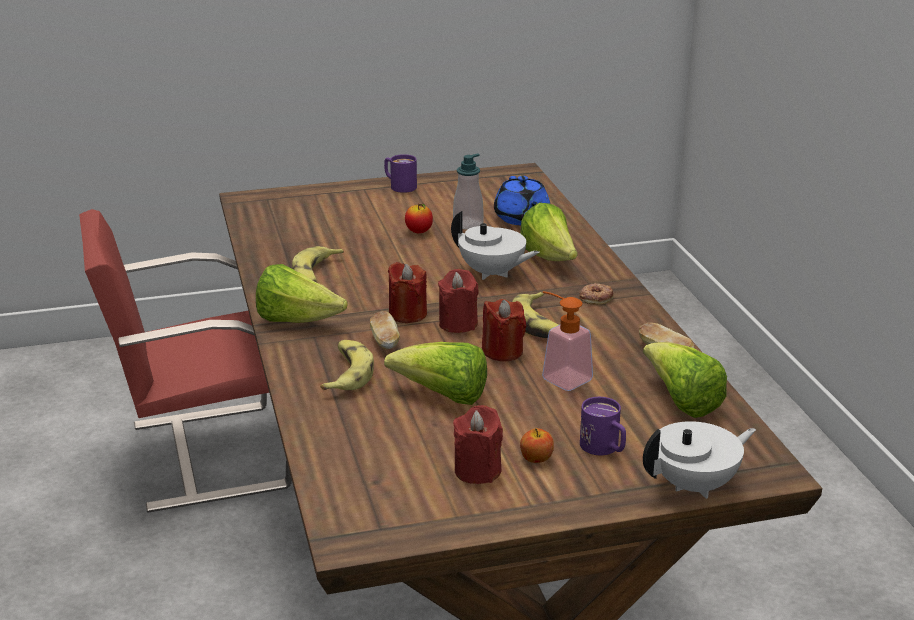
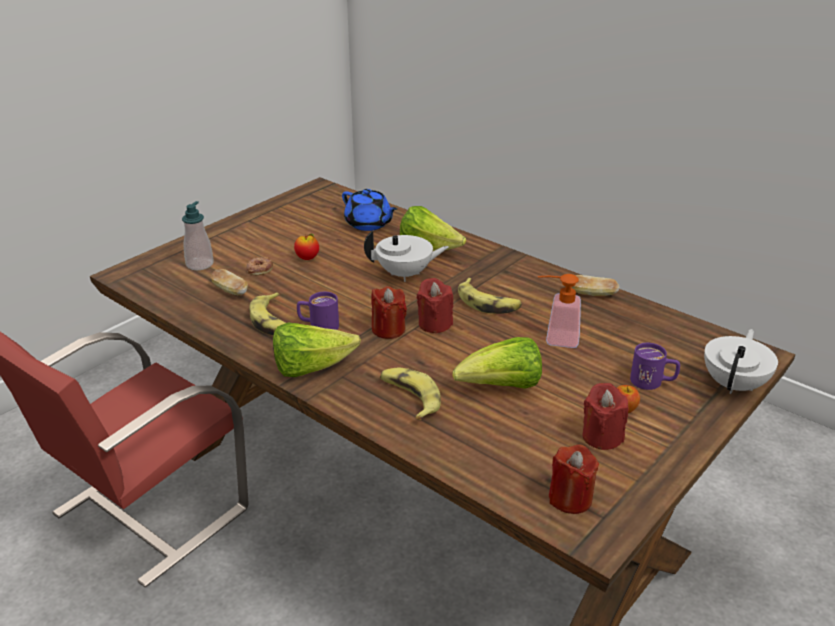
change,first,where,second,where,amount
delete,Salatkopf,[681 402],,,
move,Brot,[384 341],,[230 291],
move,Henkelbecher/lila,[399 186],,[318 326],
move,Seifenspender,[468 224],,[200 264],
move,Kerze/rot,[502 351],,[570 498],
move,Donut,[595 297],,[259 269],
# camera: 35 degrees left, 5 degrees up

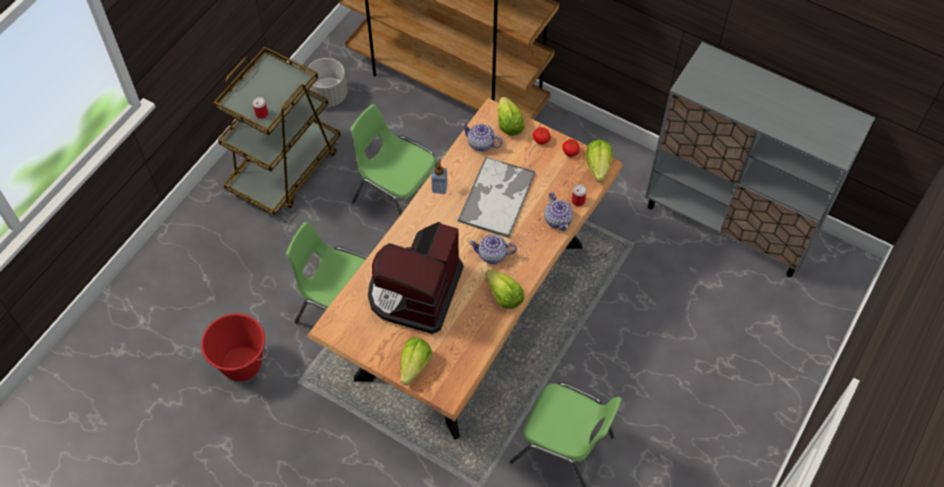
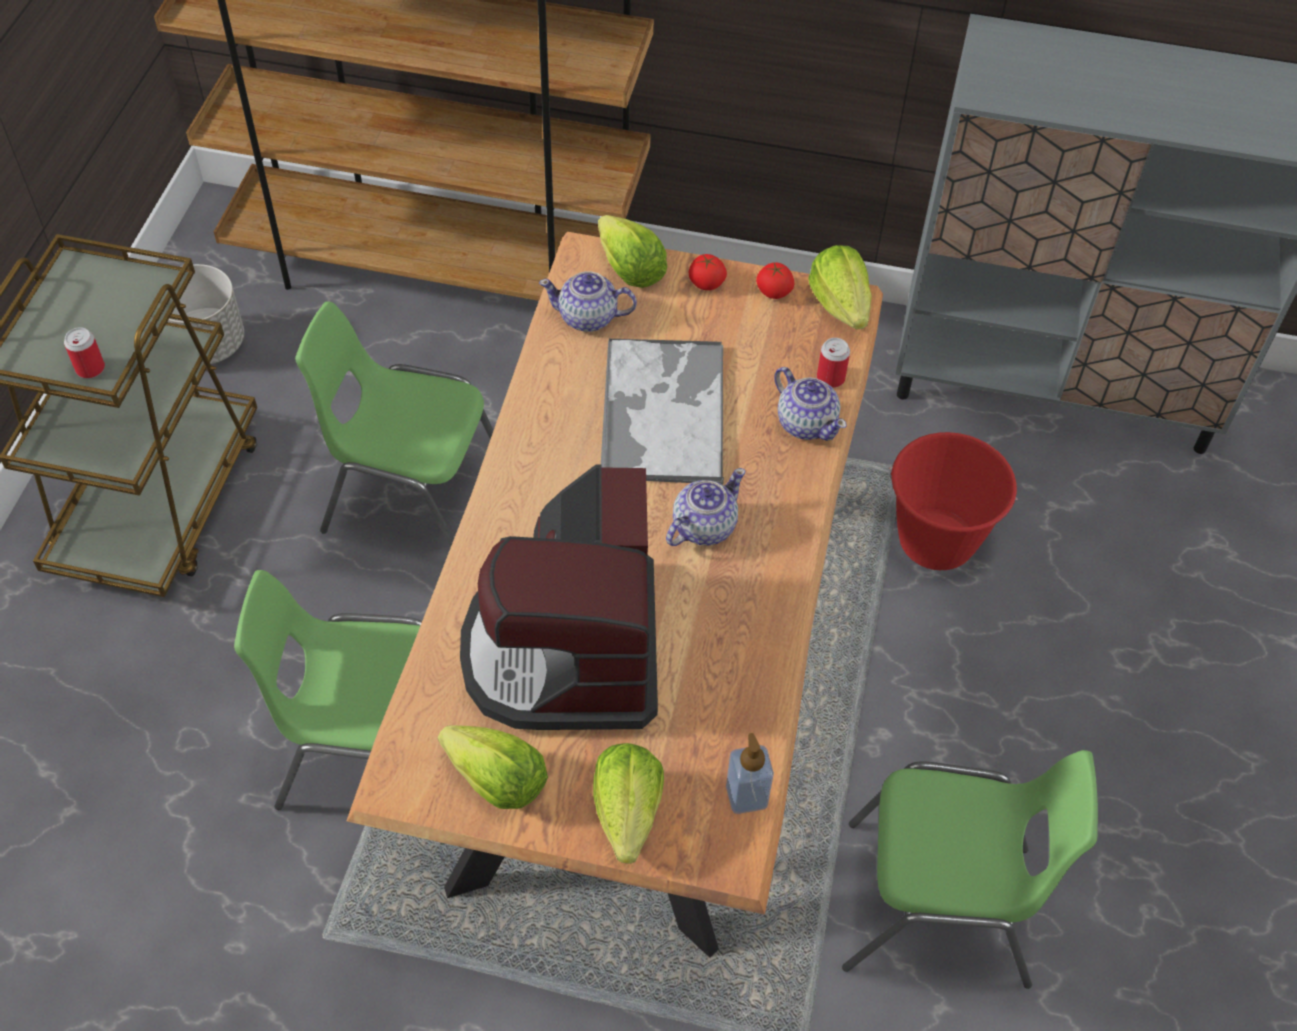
change,first,where,second,where,amount
move,Eimer/rot,[241 364],,[936 541],
move,Seifenspender,[439 188],,[746 796],
move,Salatkopf,[504 296],,[496 781],
rotate,Teekanne,[492 255],,[703 527],150 degrees clockwise
# camera: 20 degrees left, 5 degrees down

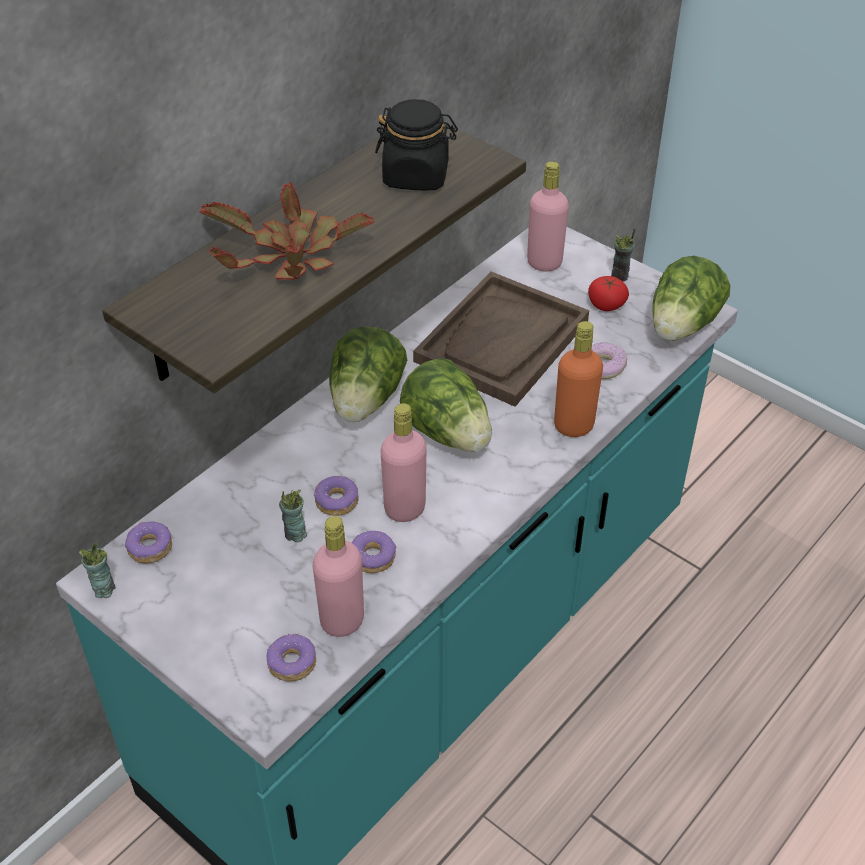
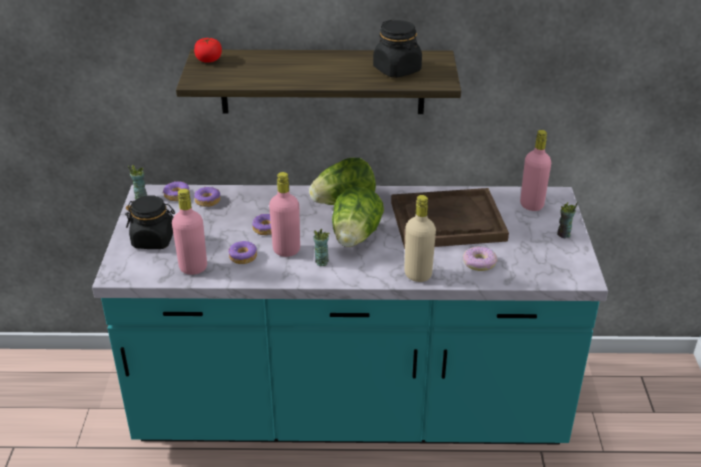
change,first,where,second,where,amount
delete,Topfpflanze,[290 257],,,
delete,Salatkopf,[682 326],,,
insert,,,Vorratsglas/schwarz,[153 240],
move,Donut,[291 663],,[207 201],
move,Tasse,[295 534],,[321 262],
move,Tomate,[606 304],,[209 60],
recolor,Flasche/orange,[573 426],Flasche/beige,[418 275],
# camera: 50 degrees right, 10 degrees down

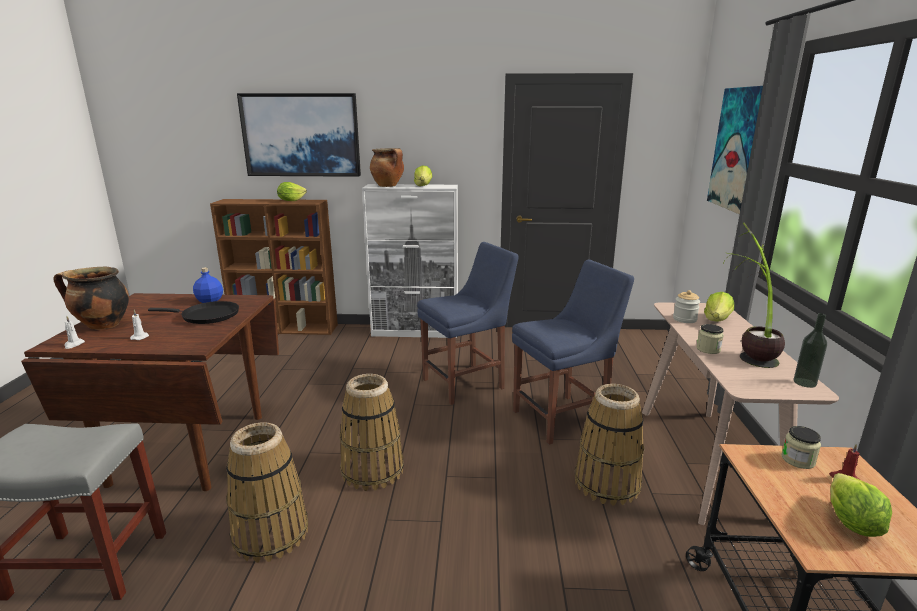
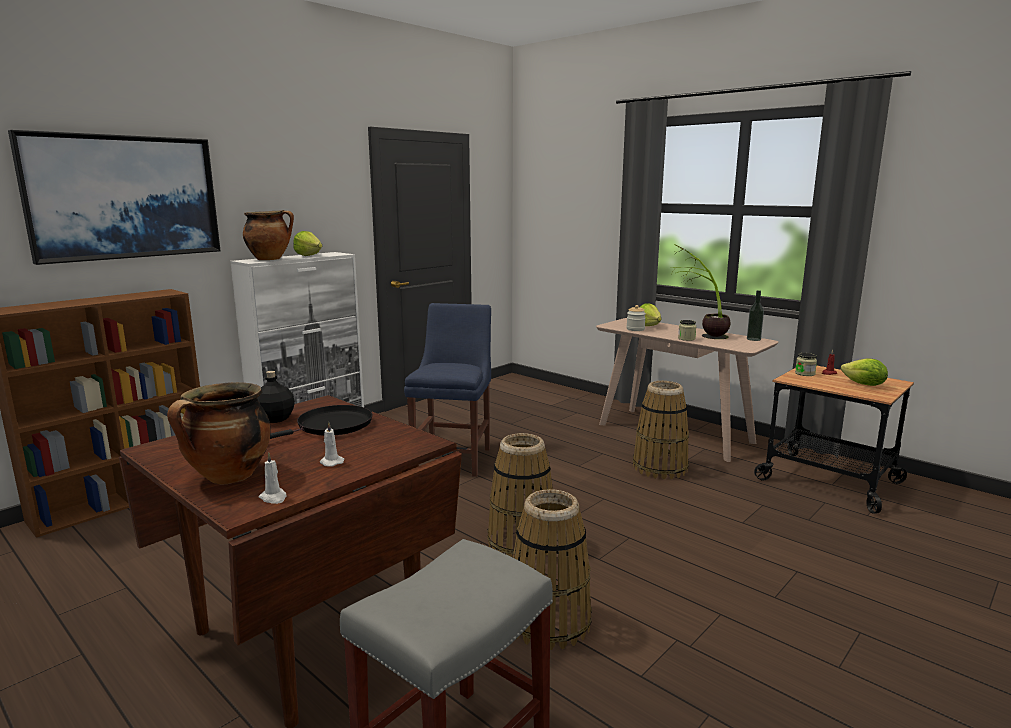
change,first,where,second,where,amount
delete,Salatkopf,[291 200],,,
delete,Stuhl/blau,[563 418],,,
delete,Bild,[739 149],,,
recolor,Flasche/blau,[209 300],Flasche/schwarz,[274 419],
# camera: 50 degrees left, 5 degrees down

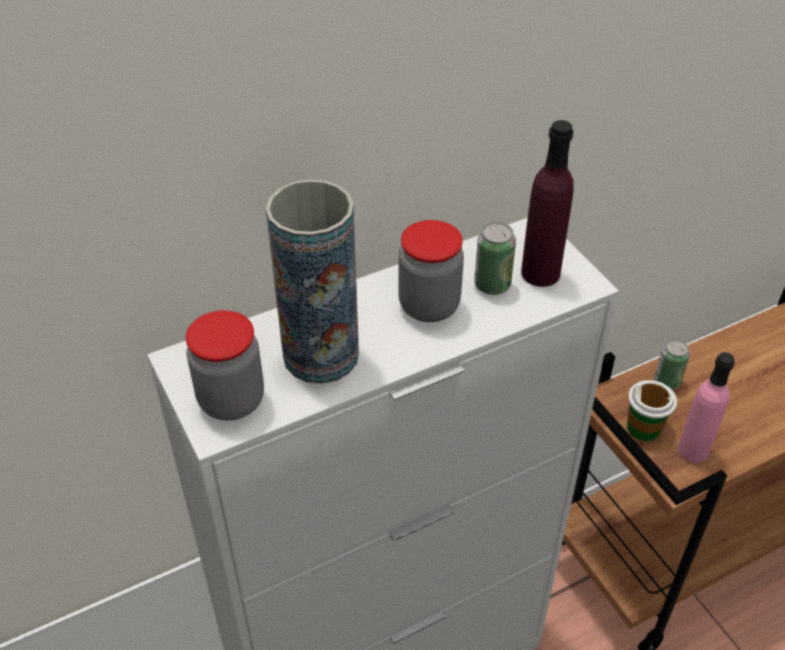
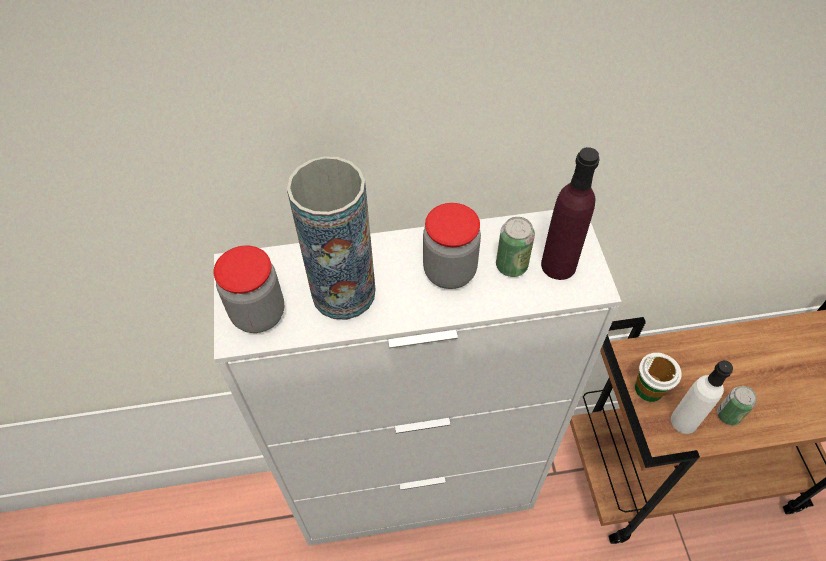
change,first,where,second,where,amount
move,Dose,[667 382],,[728 415],
recolor,Flasche/rosa,[693 450],Flasche/weiß,[684 421],
# camera: 20 degrees right, 10 degrees up

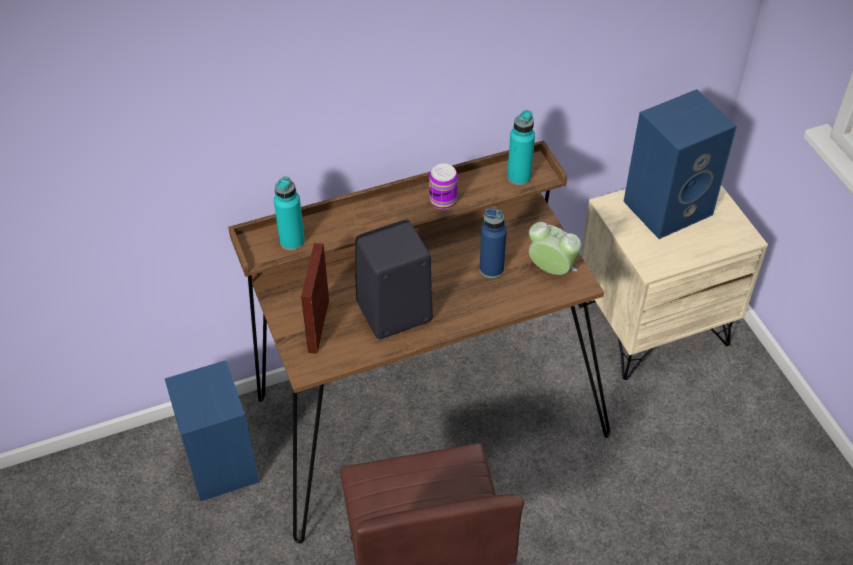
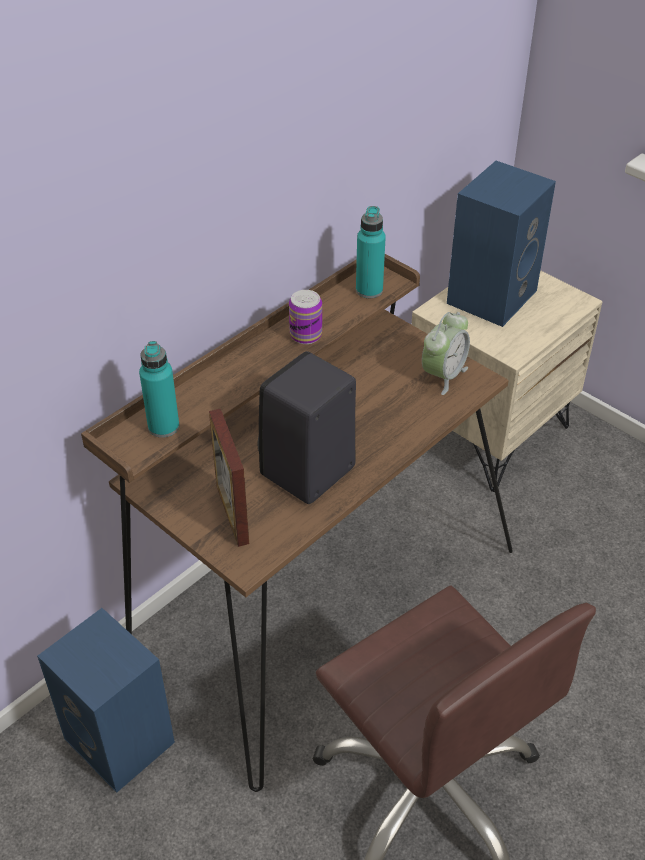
change,first,where,second,where,amount
delete,Flasche/blau,[491 269],,,
rotate,Wecker,[551 269],,[443 375],120 degrees clockwise
# camera: 25 degrees left, 5 degrees down

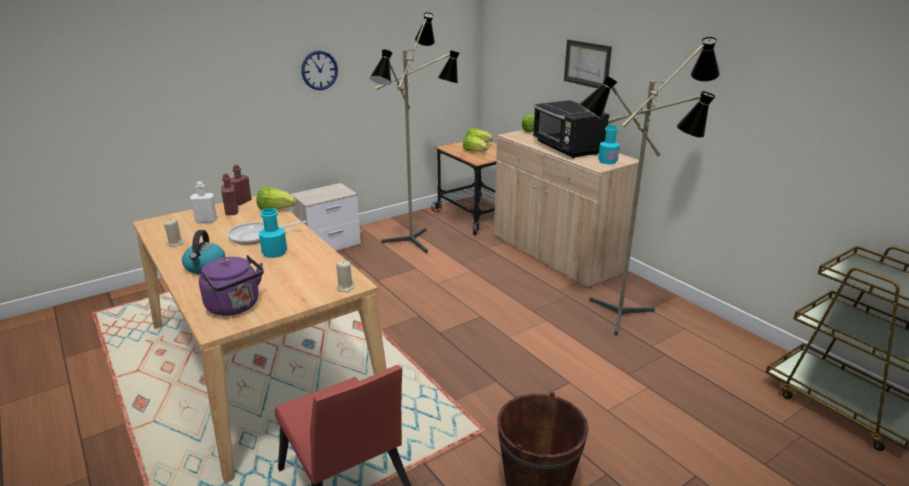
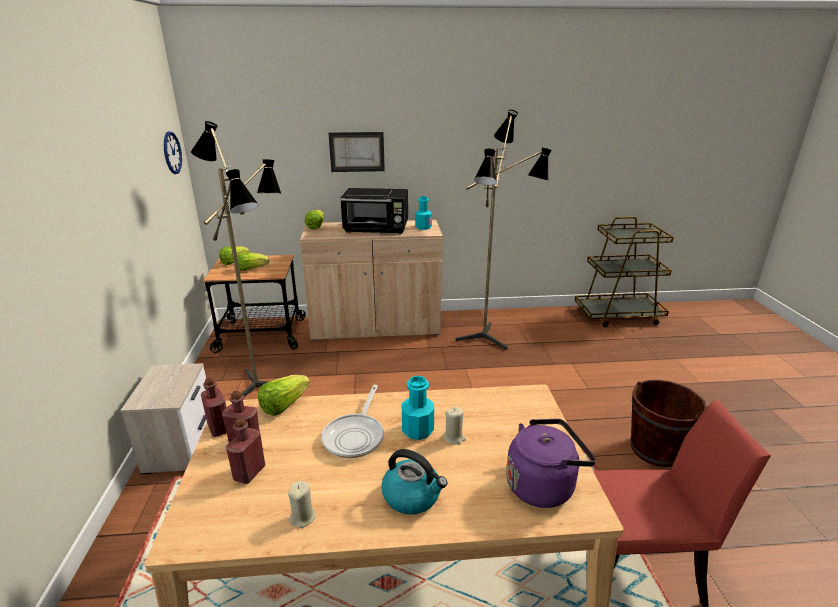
change,first,where,second,where,amount
move,Wanduhr,[319 70],,[172 152],
move,Kerze/beige,[345 288],,[454 438],
recolor,Flasche/weiß,[206 221],Flasche/rot,[249 473],
# camera: 60 degrees left, 0 degrees up

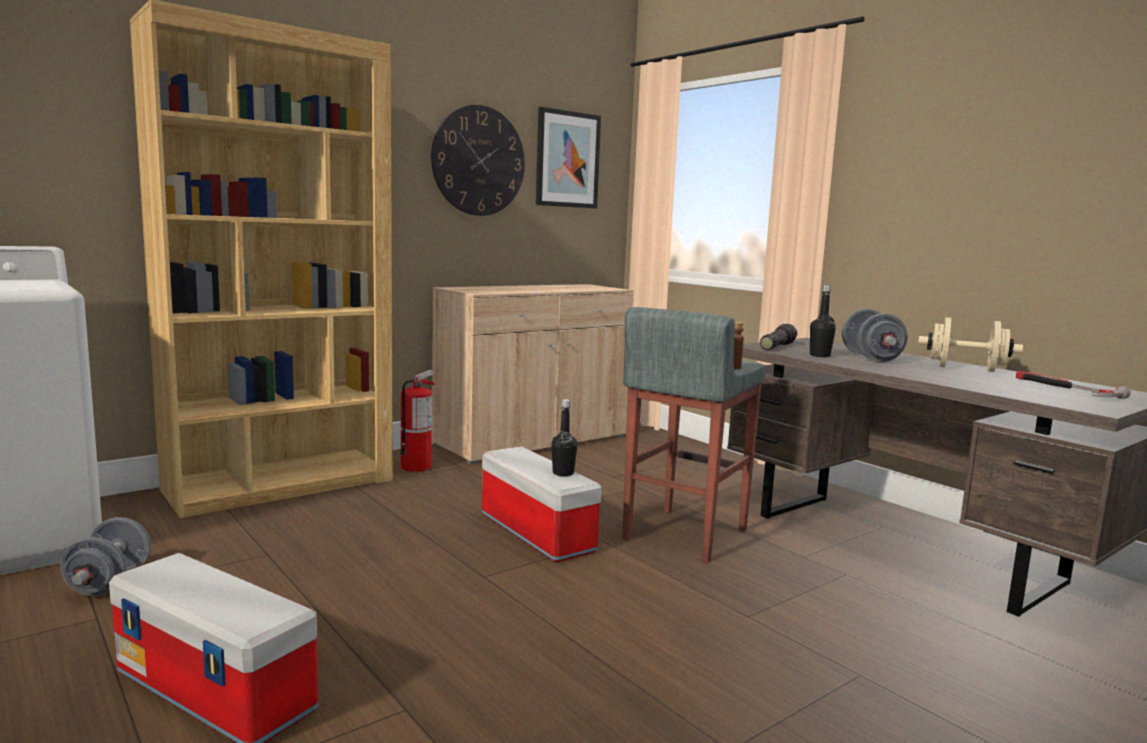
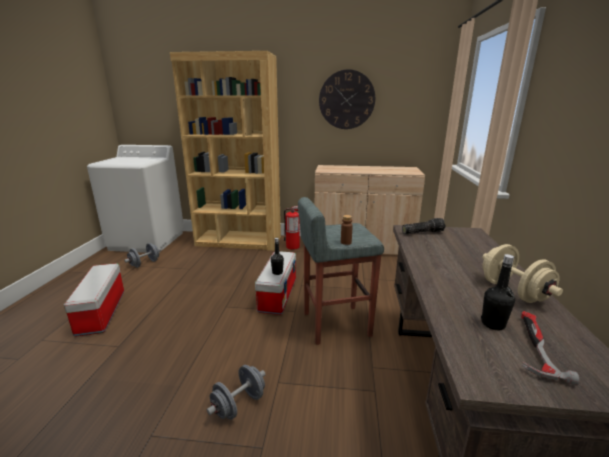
change,first,where,second,where,amount
delete,Bild,[567 159],,,
move,Flasche/schwarz,[820 355],,[493 324],
move,Hantel/grau,[871 358],,[239 404],
# camera: 45 degrees right, 10 degrees up

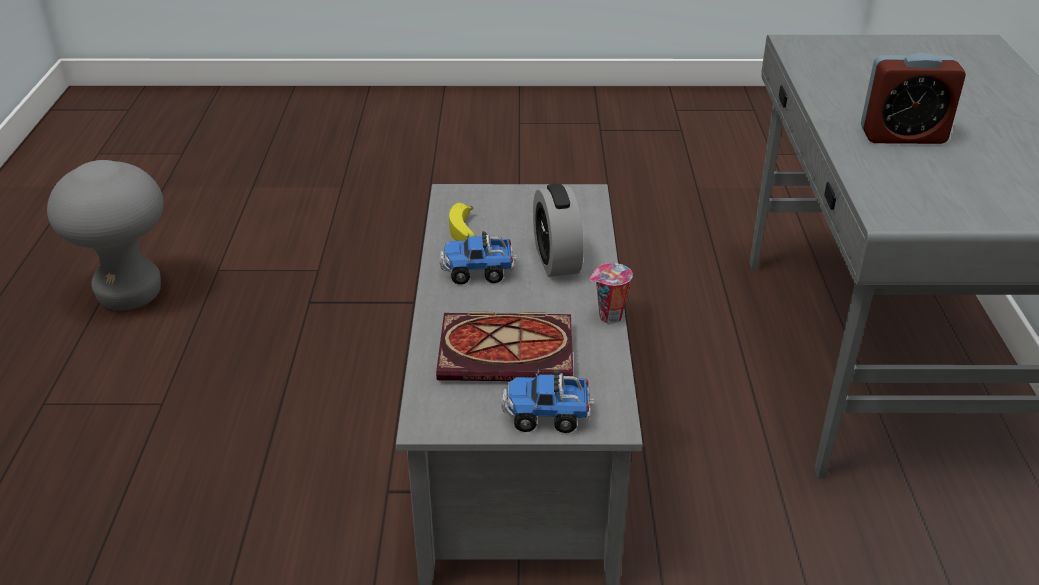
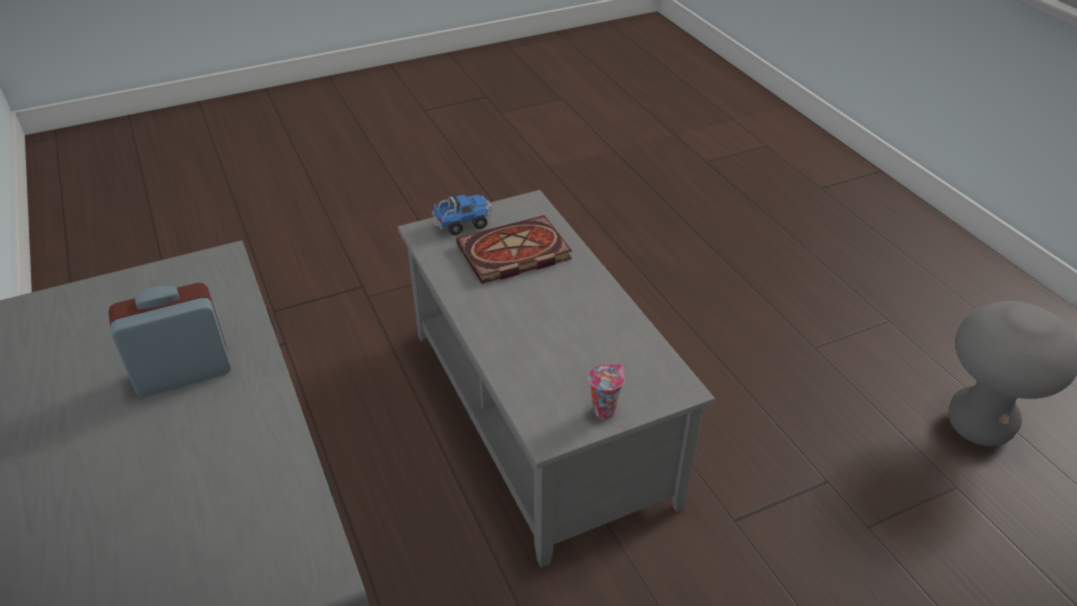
change,first,where,second,where,amount
delete,Spielzeuglaster,[478 272],,,
delete,Banane,[465 231],,,
delete,Wecker,[556 260],,,
move,Tasse,[609 317],,[604 410],
# camera: 155 degrees right, 5 degrees up

